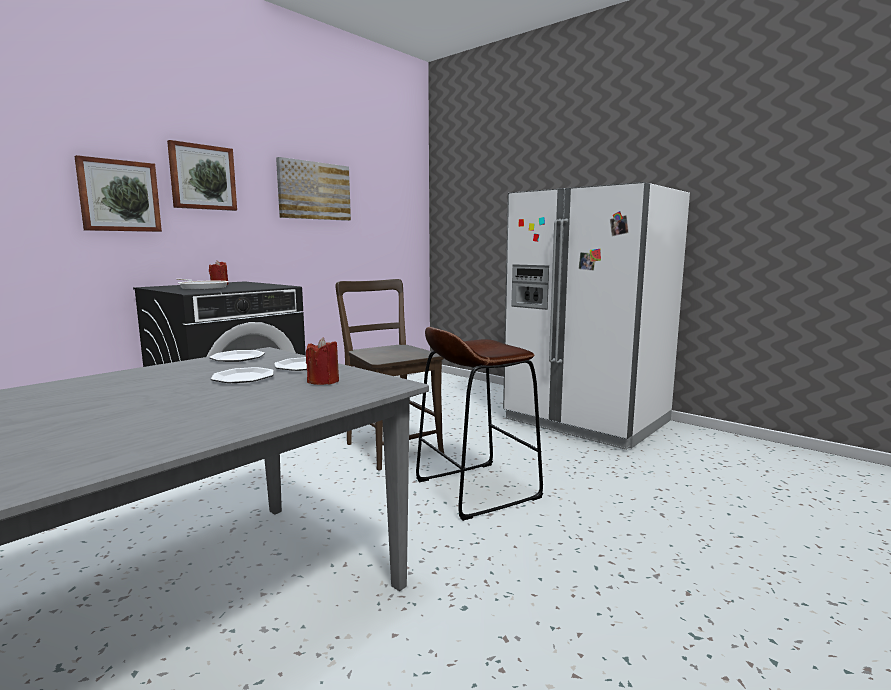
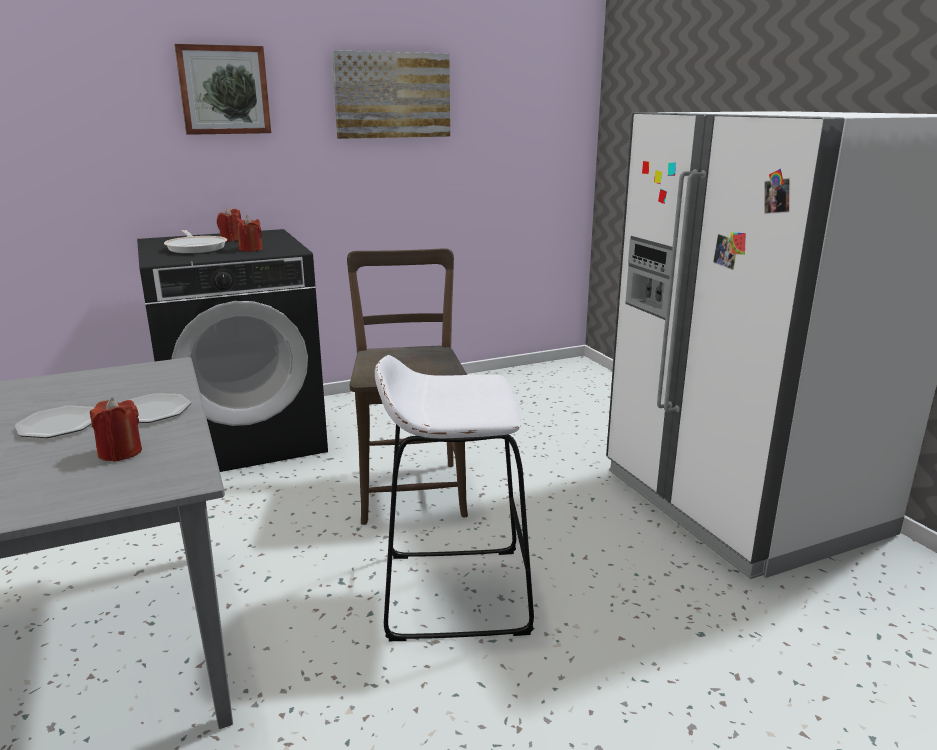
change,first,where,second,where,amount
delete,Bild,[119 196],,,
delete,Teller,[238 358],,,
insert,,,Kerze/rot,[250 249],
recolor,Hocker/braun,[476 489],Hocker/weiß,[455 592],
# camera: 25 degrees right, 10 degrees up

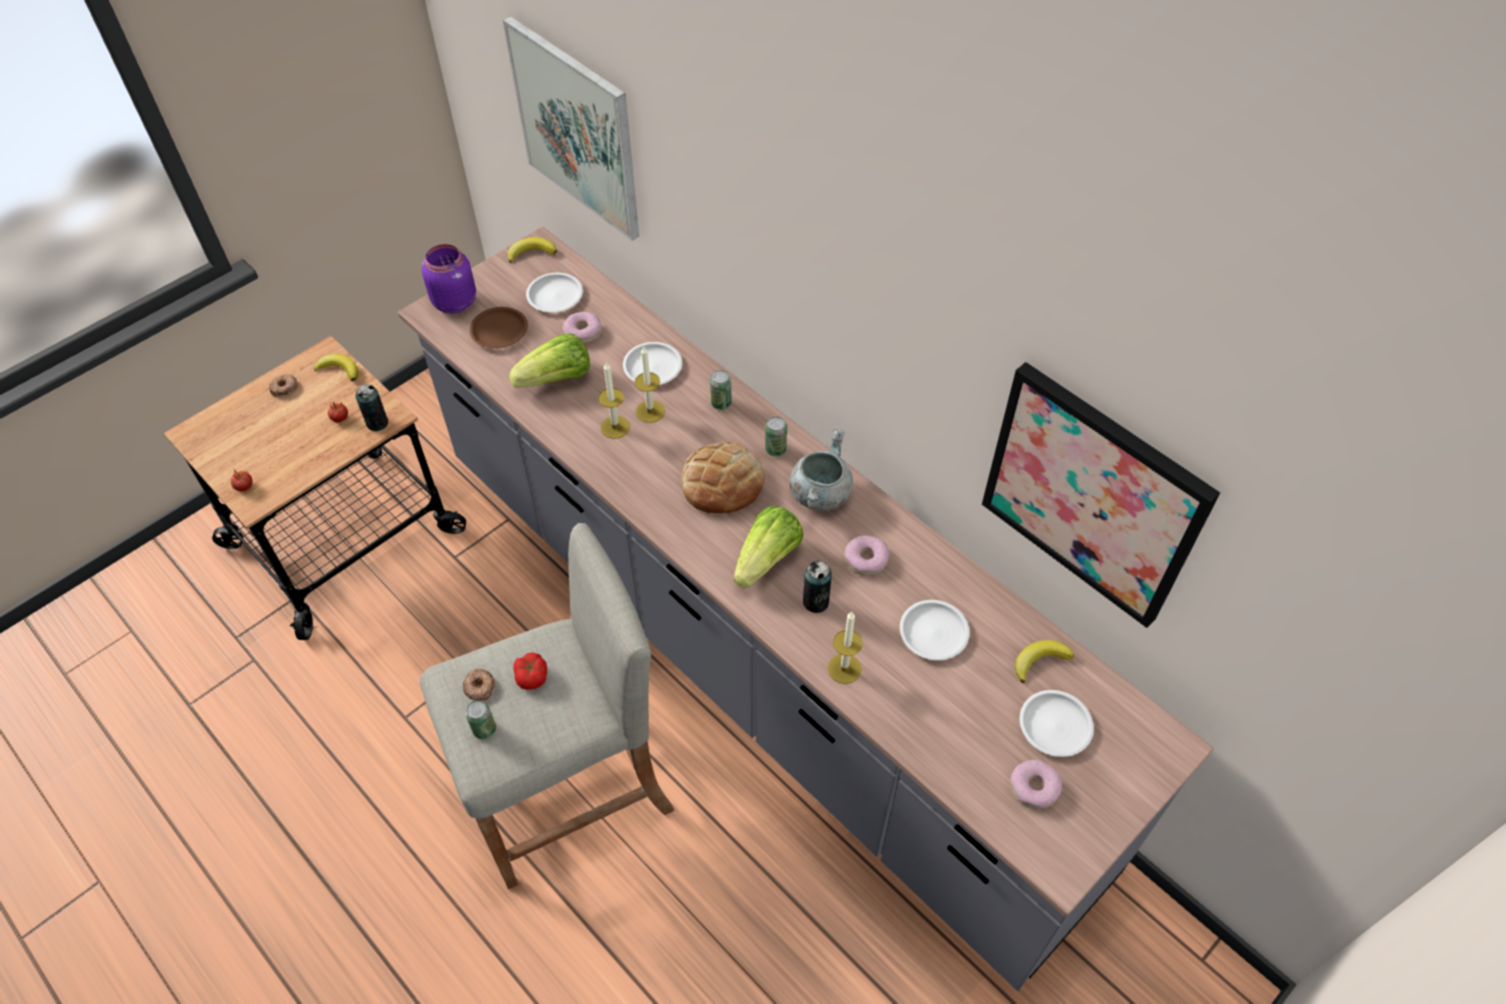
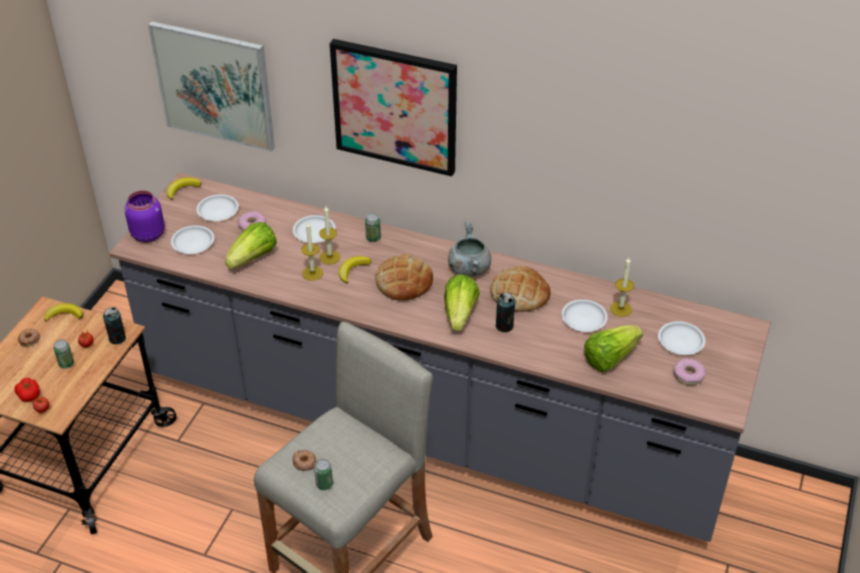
change,first,where,second,where,amount
insert,,,Salatkopf,[609 357],
move,Tomate,[532 676],,[29 394],
move,Dose,[775 449],,[66 364],
move,Kerze,[844 668],,[620 309],
move,Bild,[1092 494],,[395 106],
move,Banane,[1039 661],,[353 270],
replace,Donut,[866 559],Brot,[519 294],
recolor,Teller/braun,[499 331],Teller/weiß,[192 242],
# camera: 25 degrees left, 10 degrees down

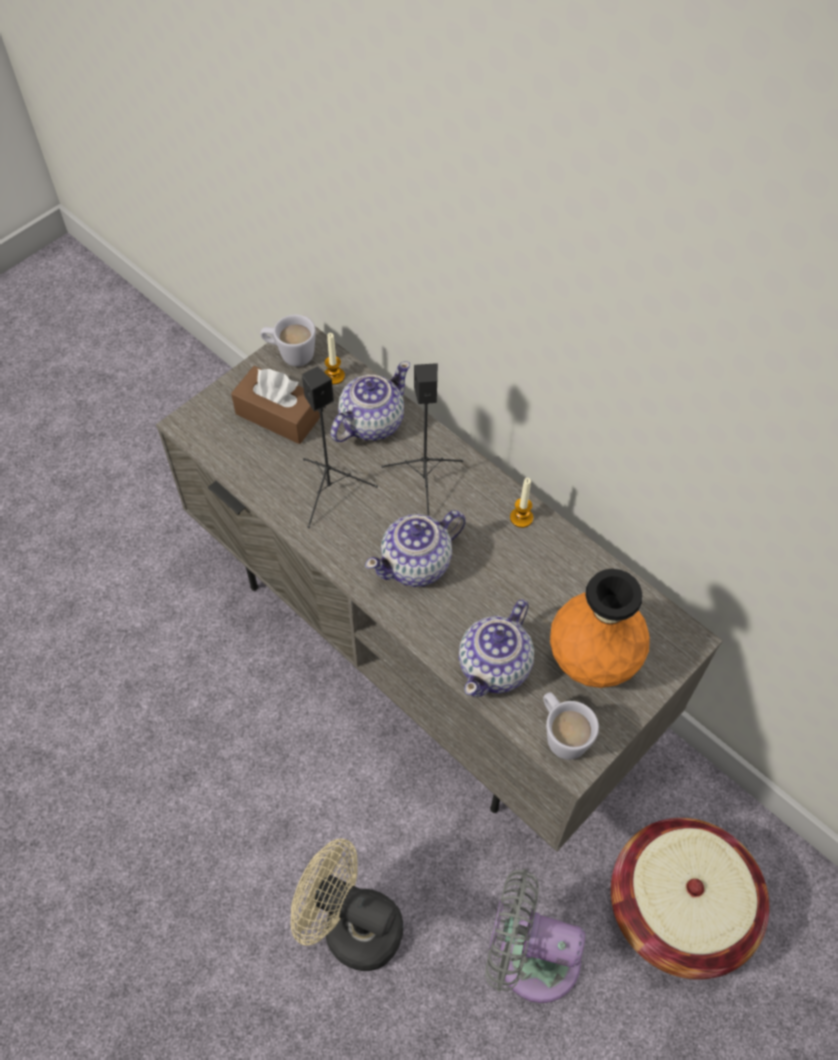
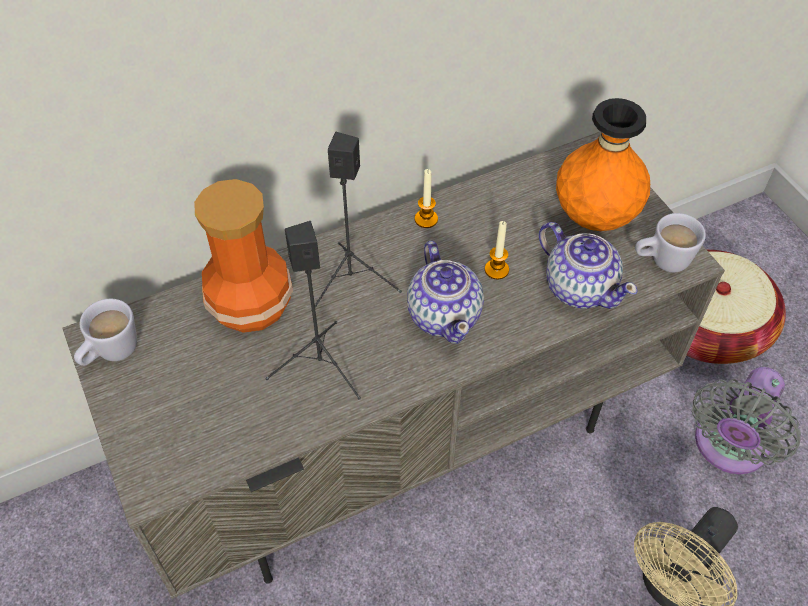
change,first,where,second,where,amount
delete,Taschentuchbox/braun,[278 415],,,
move,Kerze,[334 376],,[496 270],
replace,Teekanne,[370 422],Vase,[250 304],
# camera: 70 degrees left, 5 degrees down

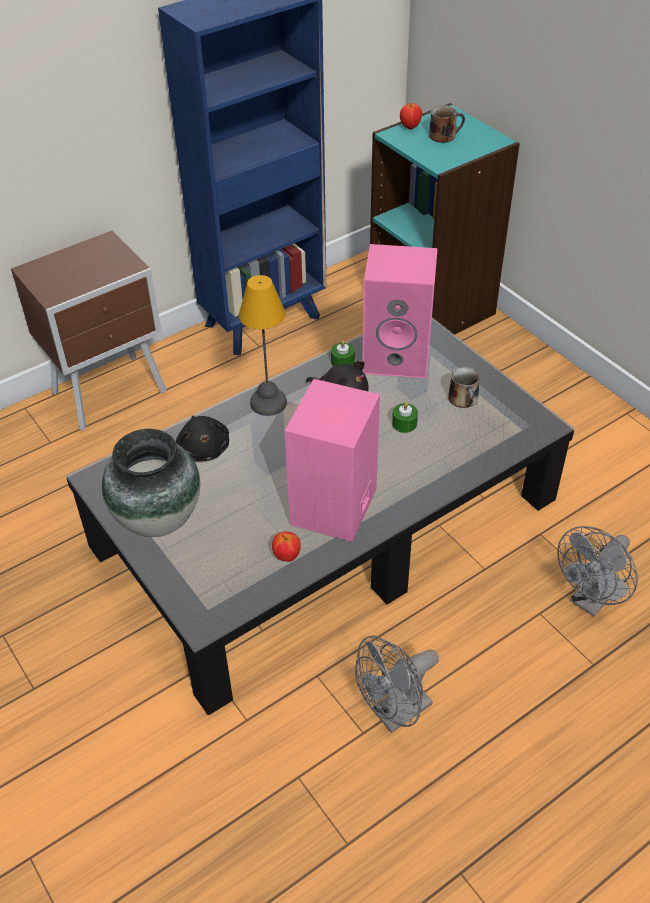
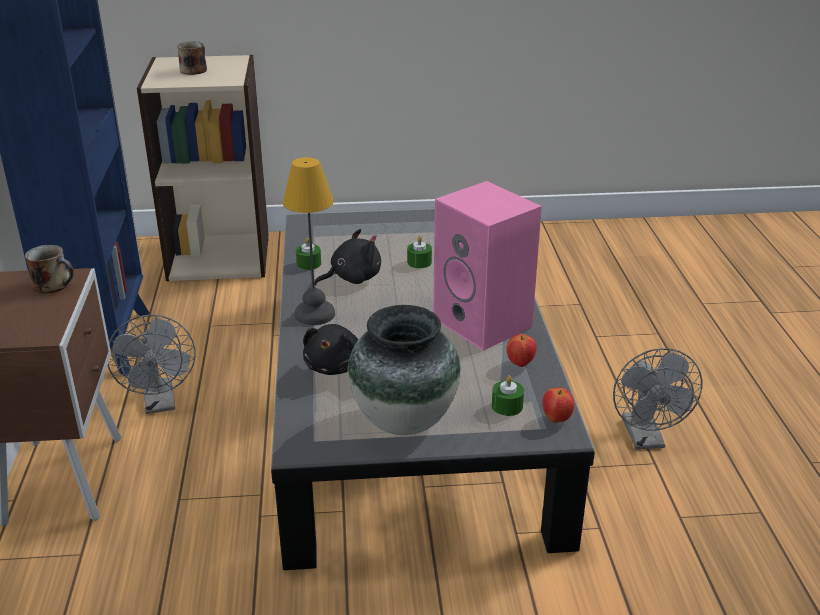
change,first,where,second,where,amount
delete,Lautsprecher/rosa,[398 356],,,
insert,,,Kerze/grün,[507 406],
move,Apfel,[410 127],,[556 419],
move,Henkelbecher,[464 399],,[53 284],
move,Ventilator/grau,[590 600],,[160 403],
recolor,Bücherregal/türkis,[433 307],Bücherregal/beige,[220 256],
rotate,Plüschtier/schwarz,[204 449],,[335 366],90 degrees clockwise
# camera: 60 degrees left, 15 degrees down

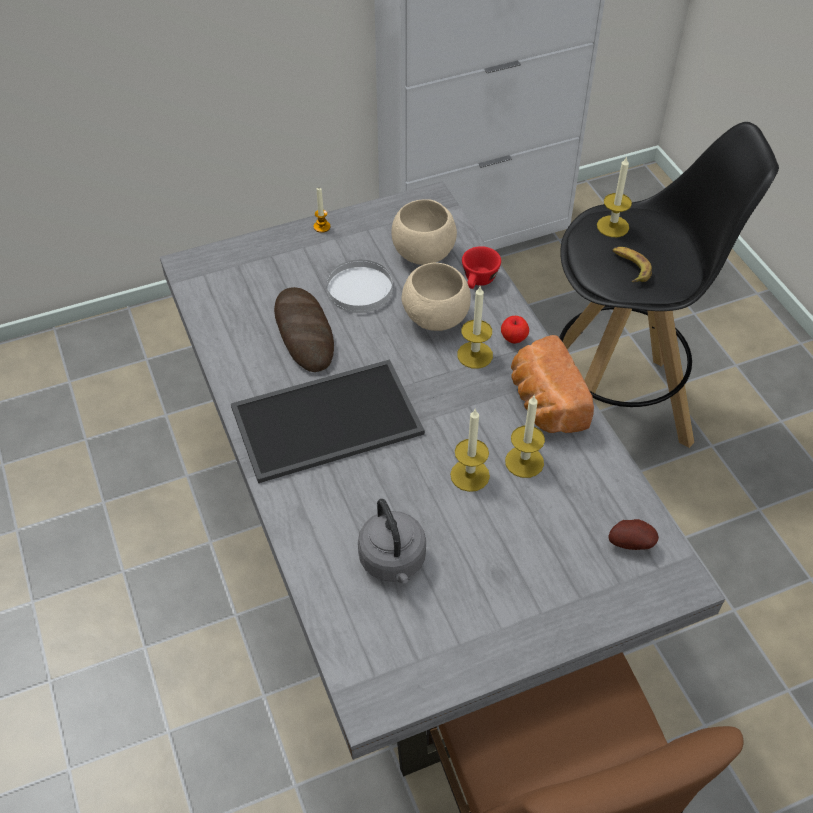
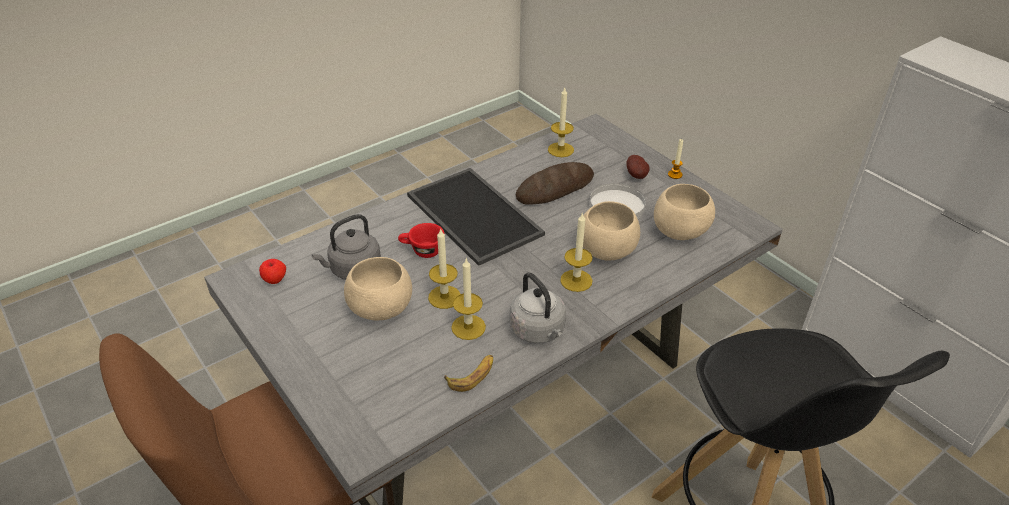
change,first,where,second,where,amount
insert,,,Schüssel/beige,[381 310],
move,Tasse/rot,[478 281],,[422 251],
move,Apfel,[514 338],,[275 280],
move,Kerze,[612 226],,[560 150],
move,Kartoffel,[631 542],,[637 176],
move,Banane,[630 267],,[472 375],
replace,Brot,[544 403],Wasserkessel/grau,[538 331],
# camera: 75 degrees right, 10 degrees down

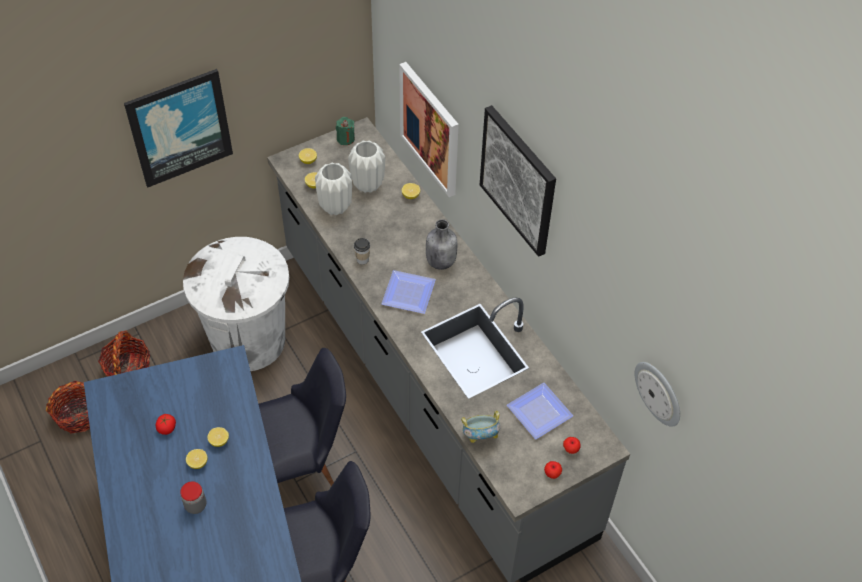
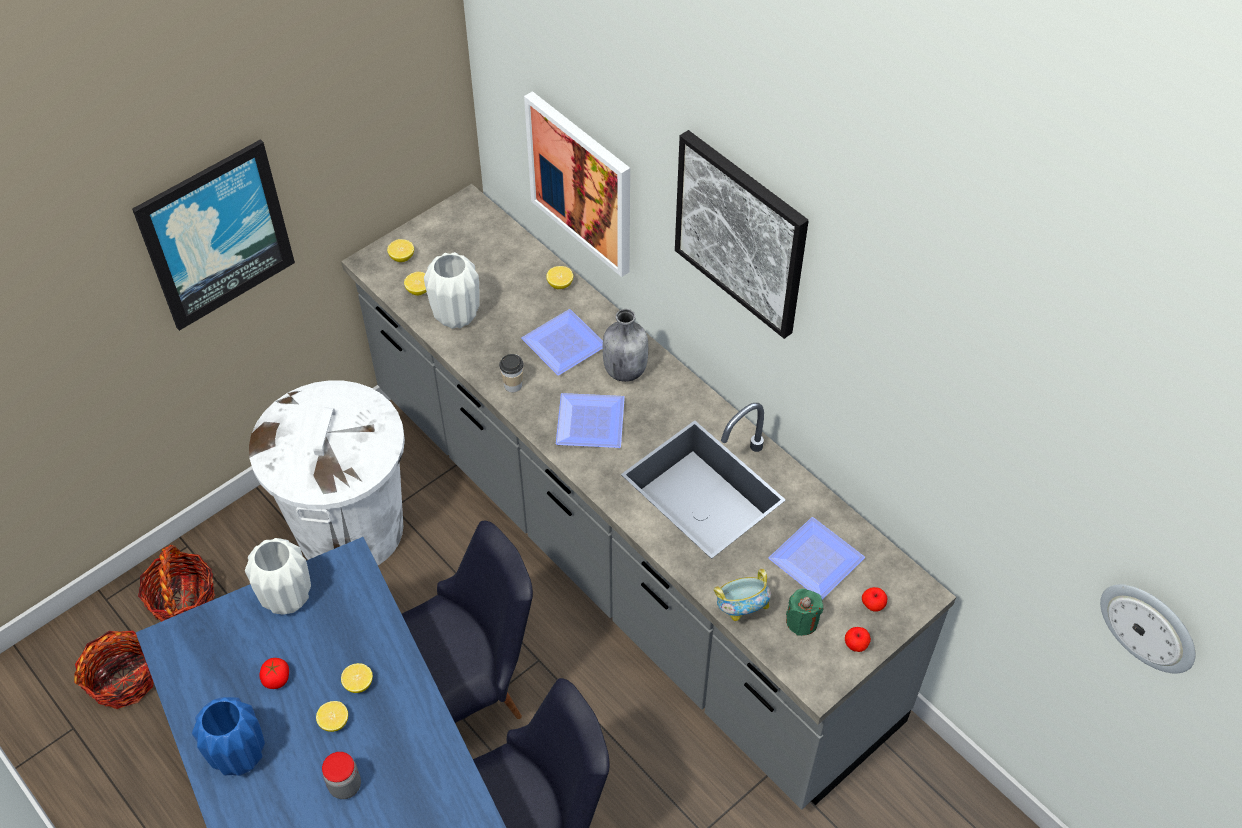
change,first,where,second,where,amount
insert,,,Vase/blau,[239 757],
insert,,,Teller,[564 342],
move,Kerze/grün,[345 139],,[802 621],
move,Vase/weiß,[368 184],,[288 598],
move,Wanduhr,[659 392],,[1149 626],
# camera: 10 degrees left, 0 degrees up

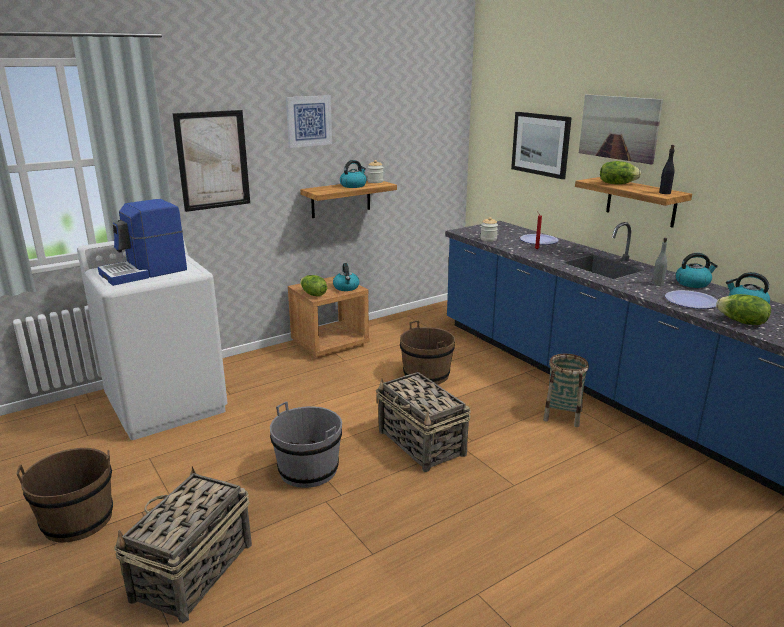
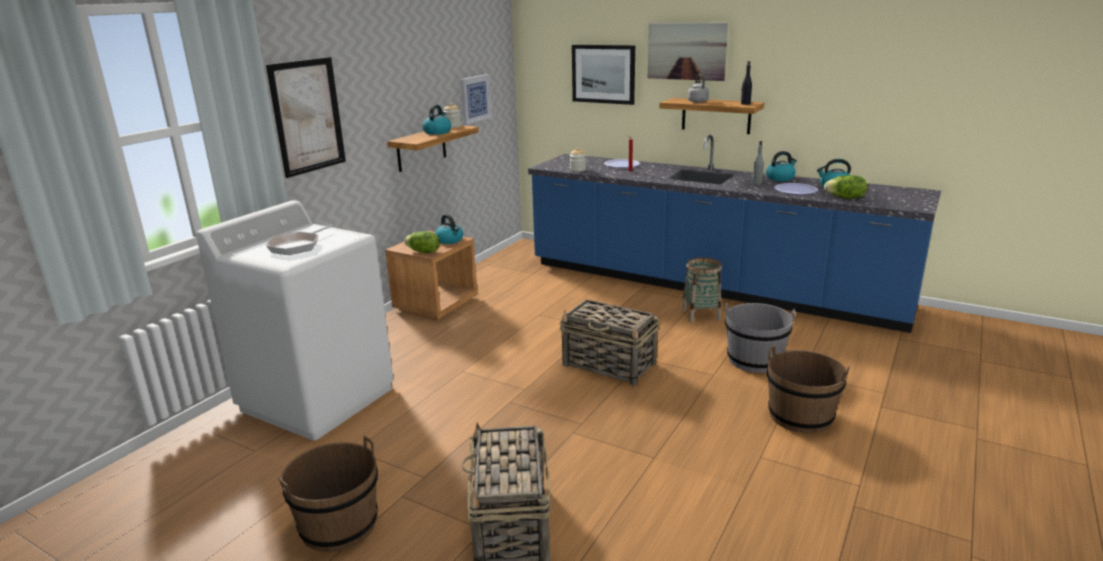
change,first,where,second,where,amount
move,Eimer/grau,[308 470],,[754 360],
move,Bild,[308 121],,[475 99],
move,Eimer/braun,[426 375],,[800 416],
replace,Kaffeemaschine,[145 272],Pfanne,[297 246],
replace,Salatkopf,[617 184],Wasserkessel/grau,[697 101],
# camera: 25 degrees left, 0 degrees up

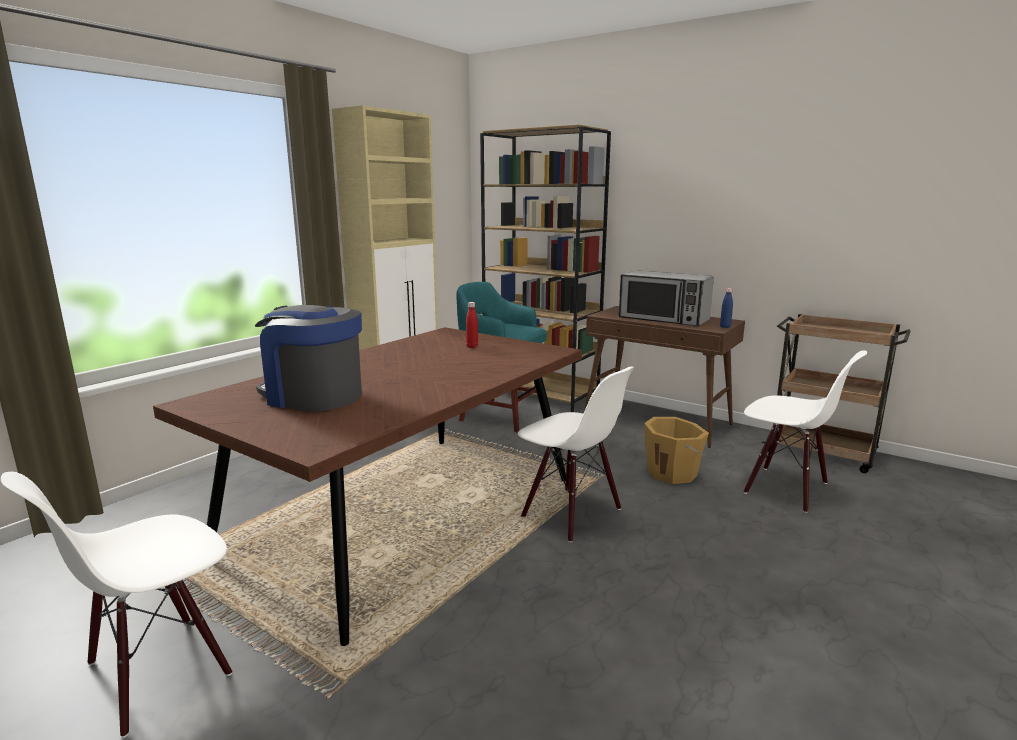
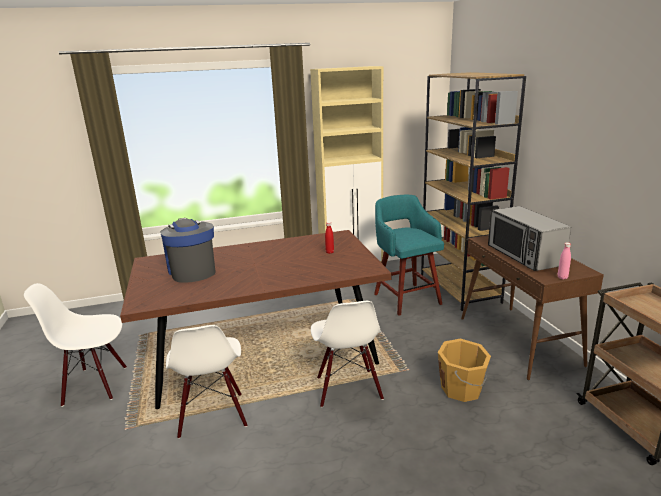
change,first,where,second,where,amount
move,Stuhl/weiß,[786 488],,[213 415],
recolor,Flasche/blau,[725 327],Flasche/rosa,[562 277],
# camera: 40 degrees right, 5 degrees up

